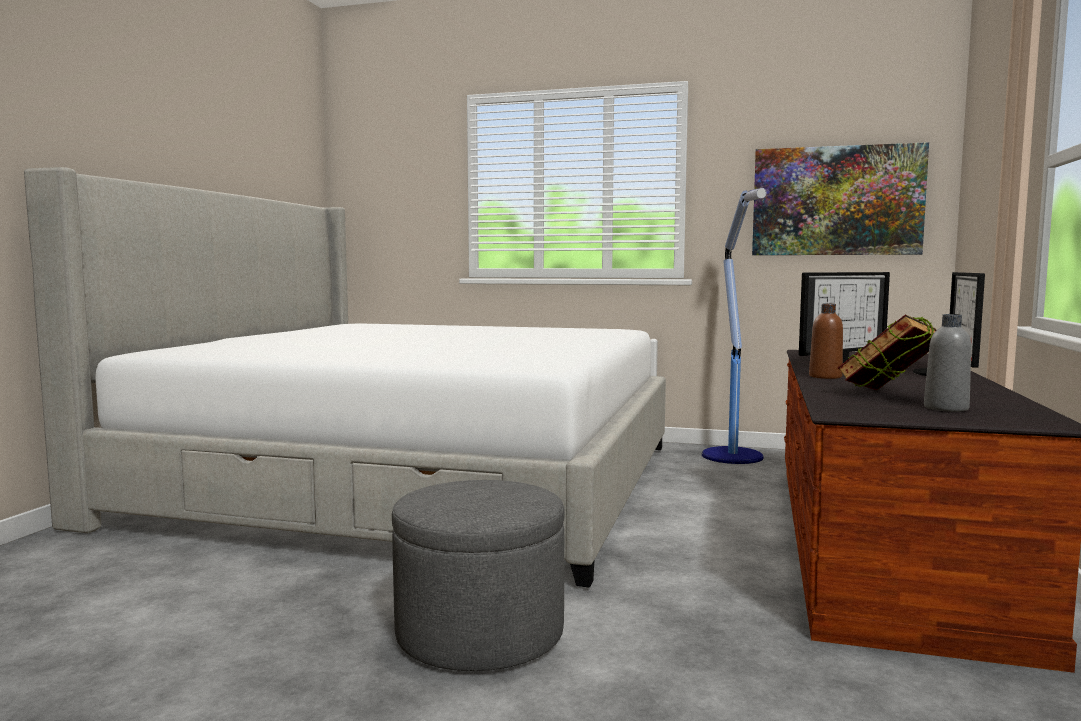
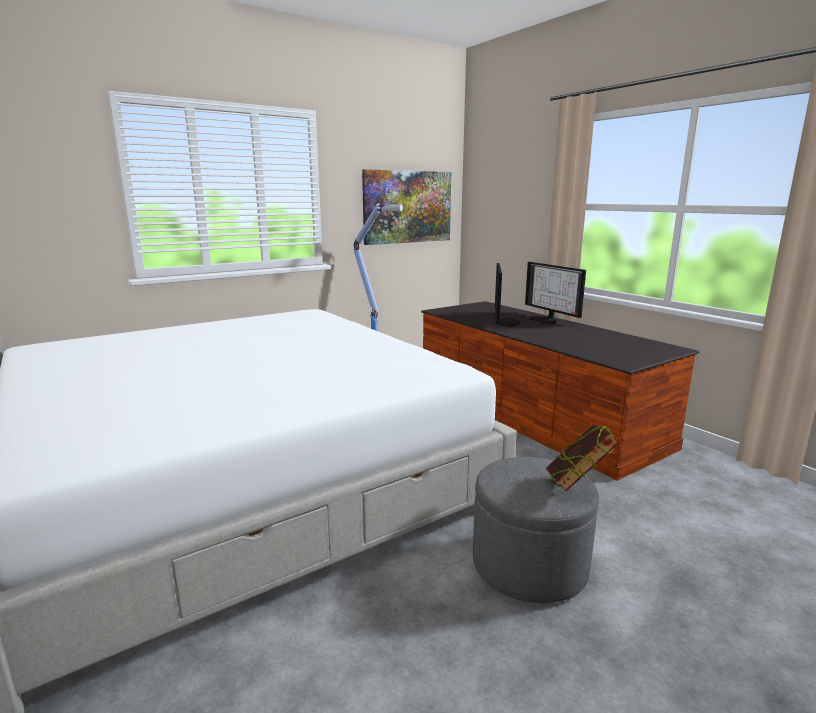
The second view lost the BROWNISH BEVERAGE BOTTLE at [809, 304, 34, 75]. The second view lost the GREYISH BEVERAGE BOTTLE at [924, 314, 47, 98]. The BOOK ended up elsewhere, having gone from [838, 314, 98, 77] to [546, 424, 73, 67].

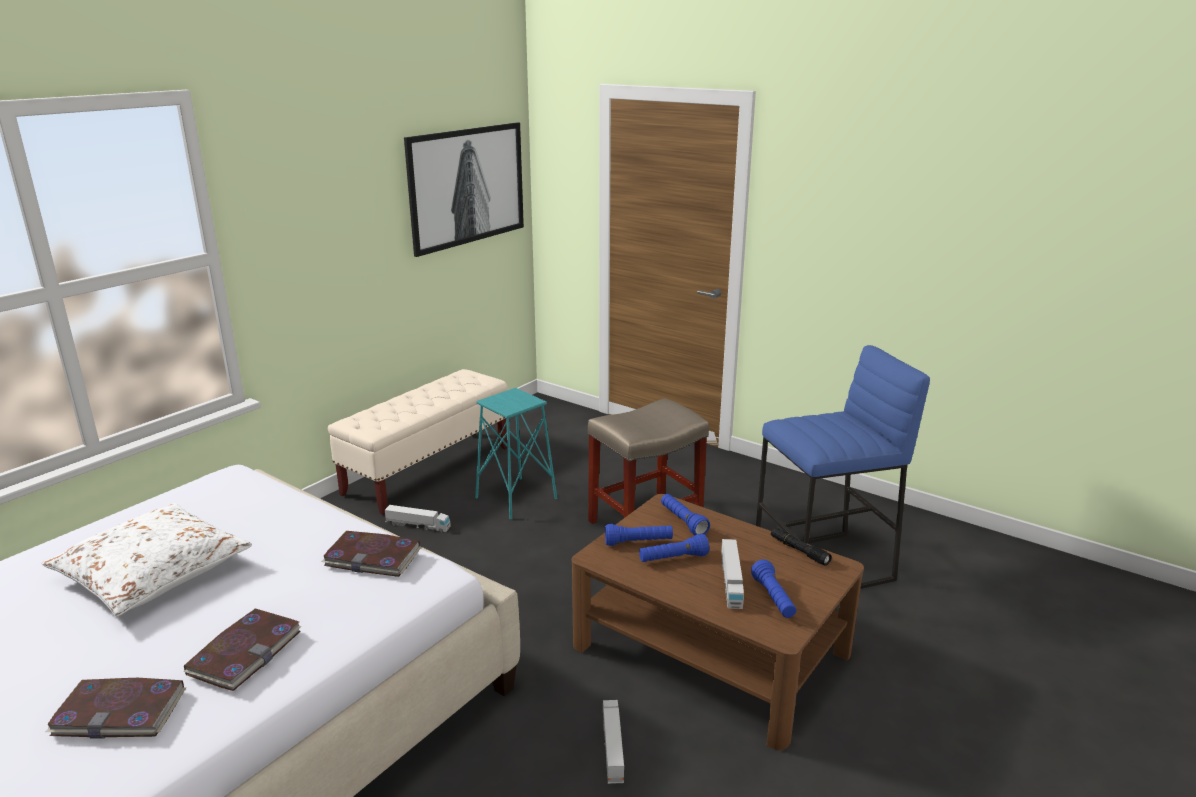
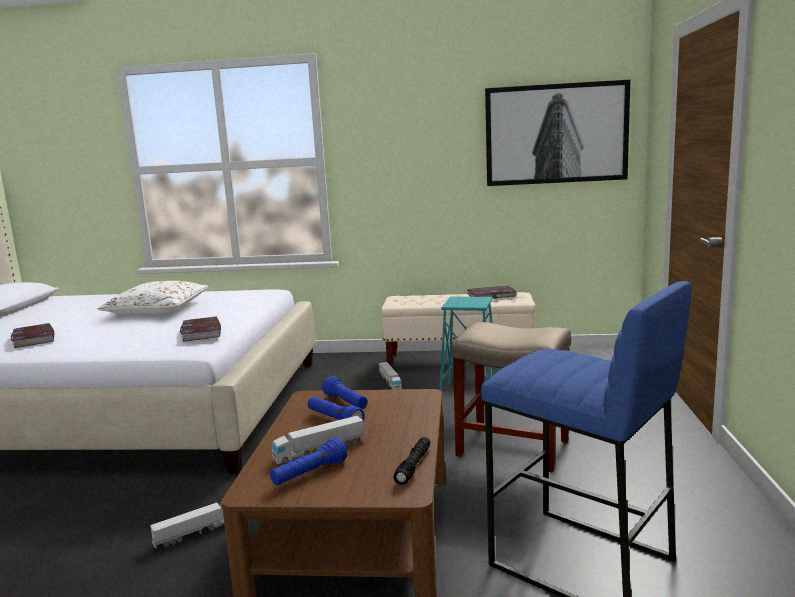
The second view lost the BLUE FLASHLIGHT at [661, 494, 49, 41]. The BOOK ended up elsewhere, having gone from [184, 609, 117, 82] to [467, 286, 51, 13].

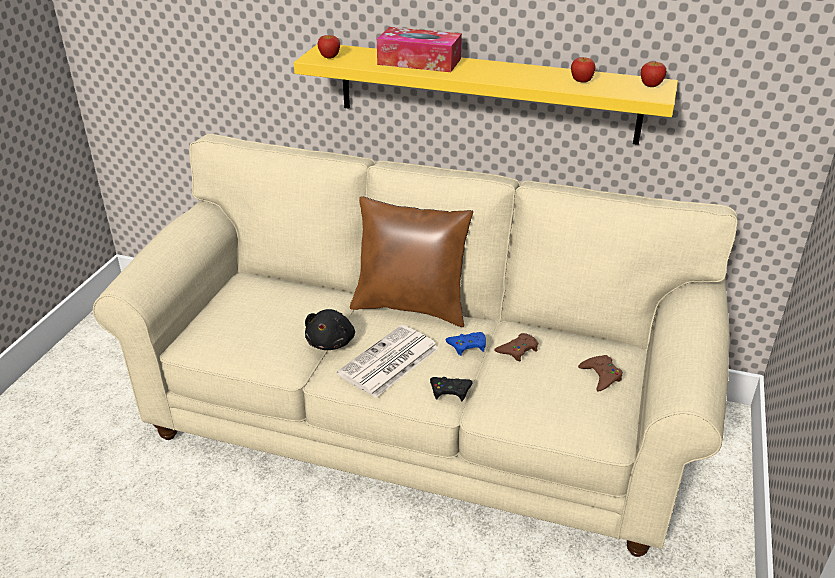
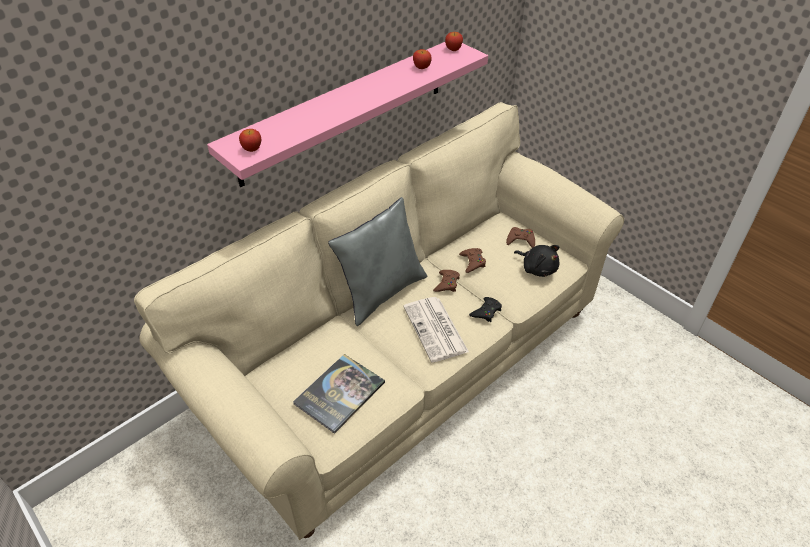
The second view lost the TISSUE BOX at [377, 27, 85, 45]. The second view gained the BOOK at [293, 354, 92, 80]. The BLACKISH SOFT TOY ended up elsewhere, having gone from [305, 309, 50, 41] to [514, 245, 45, 32]. What was the YELLOWISH BRACKET SHELF at [294, 45, 384, 100] turned into the PINKISH BRACKET SHELF at [207, 42, 281, 145]. What was the BROWNISH CUSHION at [350, 196, 123, 131] turned into the GREYISH CUSHION at [328, 197, 99, 129]. What was the BLUE GAMEPAD at [445, 332, 41, 24] turned into the BROWNISH GAMEPAD at [433, 270, 27, 22].

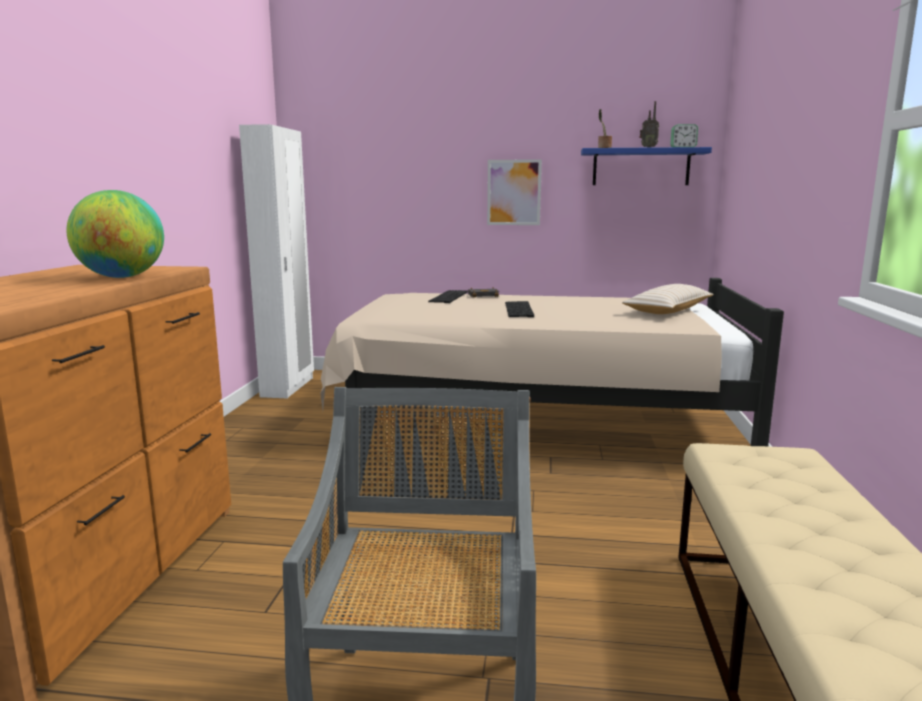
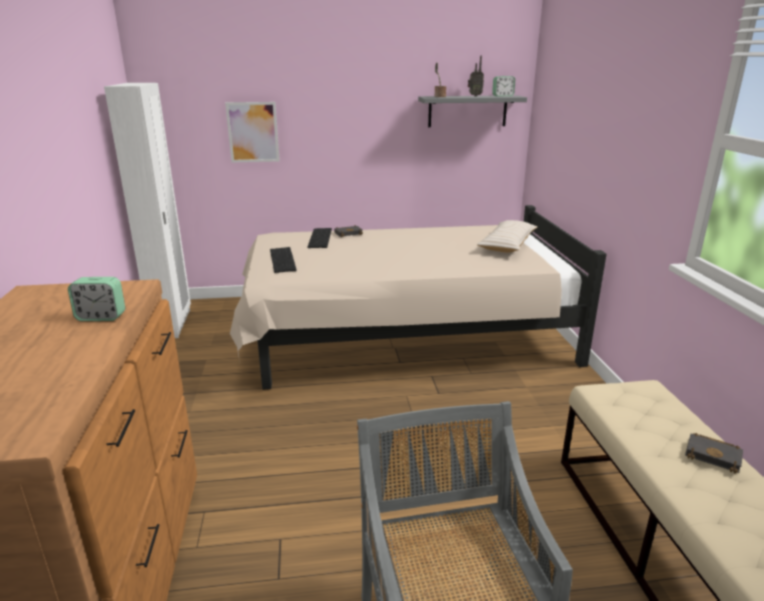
The second view gained the BLACKISH BOOK at [685, 433, 58, 41]. The WALL PICTURE ended up elsewhere, having gone from [487, 159, 55, 66] to [225, 102, 55, 60]. The COMPUTER KEYBOARD ended up elsewhere, having gone from [505, 301, 29, 16] to [270, 247, 27, 26]. Where the DESK GLOBE stood at [66, 190, 98, 88], the BEDSIDE CLOCK came to stand at [68, 277, 57, 44]. What was the BLUE BRACKET SHELF at [581, 147, 131, 38] turned into the GREYISH BRACKET SHELF at [418, 95, 109, 32].

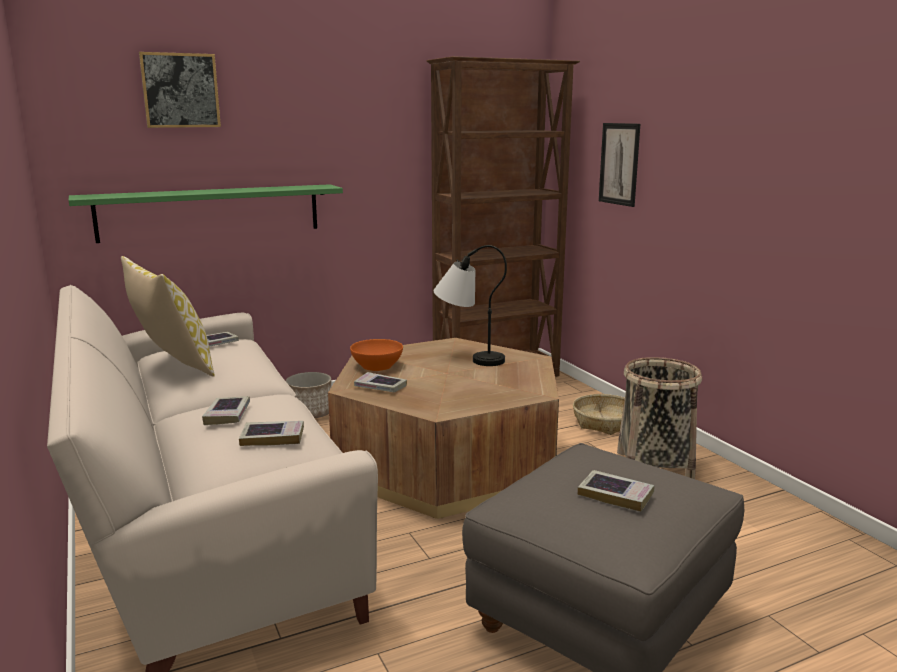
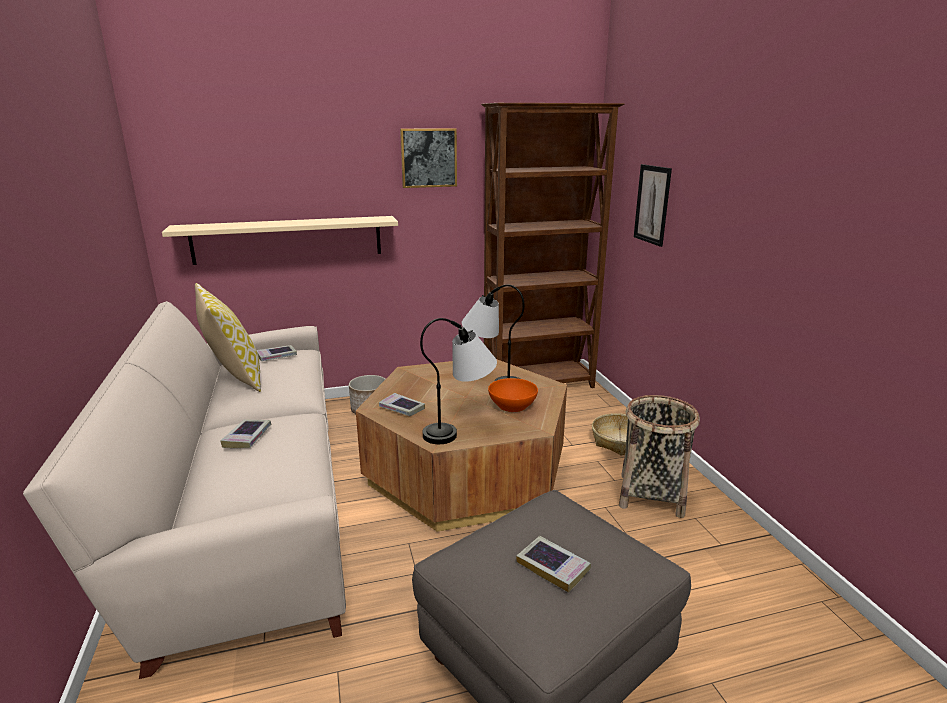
The second view lost the BOOK at [239, 421, 65, 25]. The second view gained the TABLE LAMP at [420, 318, 77, 126]. The WALL PICTURE ended up elsewhere, having gone from [139, 52, 82, 76] to [400, 128, 57, 60]. The ORANGE-COLOURED SERVING BOWL ended up elsewhere, having gone from [350, 339, 53, 32] to [488, 378, 50, 34]. What was the GREENISH BRACKET SHELF at [68, 184, 275, 59] turned into the SAND-COLOURED BRACKET SHELF at [162, 216, 236, 49].

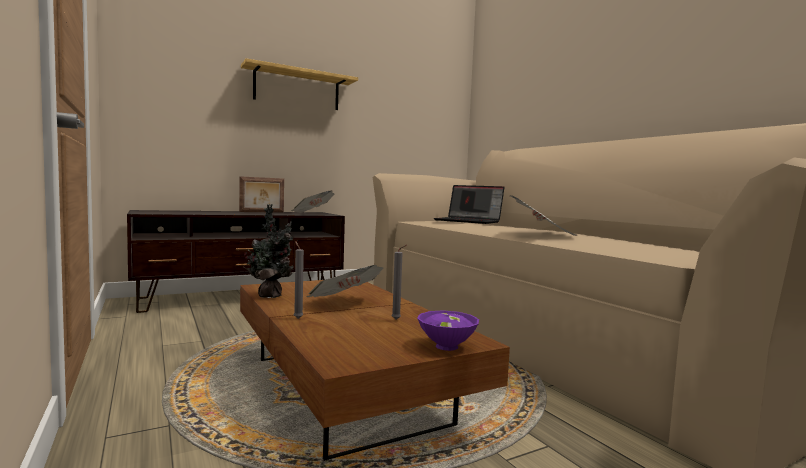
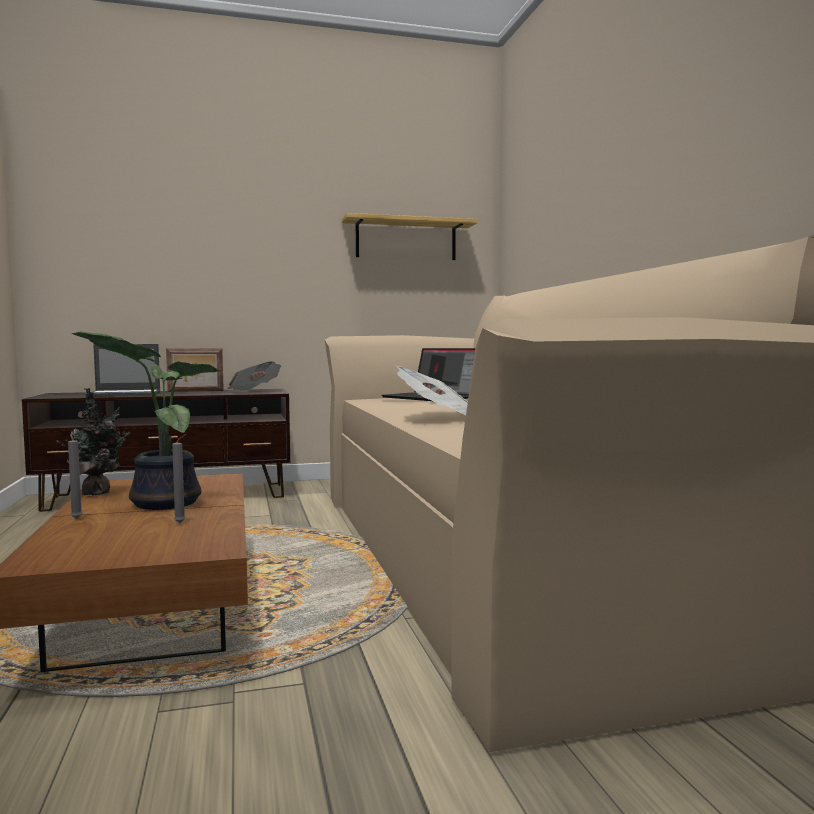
The second view lost the PURPLE-COLOURED SERVING BOWL at [417, 310, 62, 41]. The second view gained the LAPTOP at [91, 344, 69, 53]. The BRACKET SHELF ended up elsewhere, having gone from [241, 58, 117, 52] to [342, 213, 136, 47]. Where the DAILY PAPER stood at [306, 265, 78, 32], the POTTED PLANT came to stand at [71, 331, 150, 179].

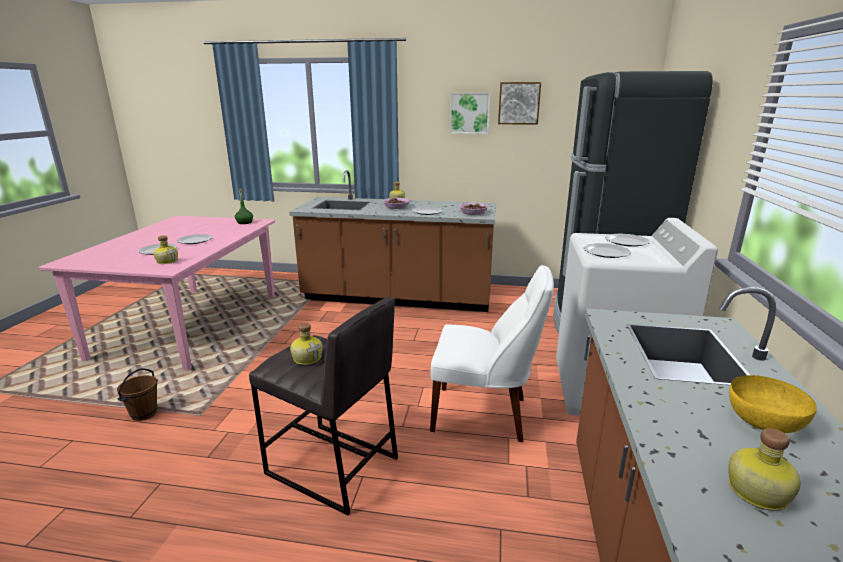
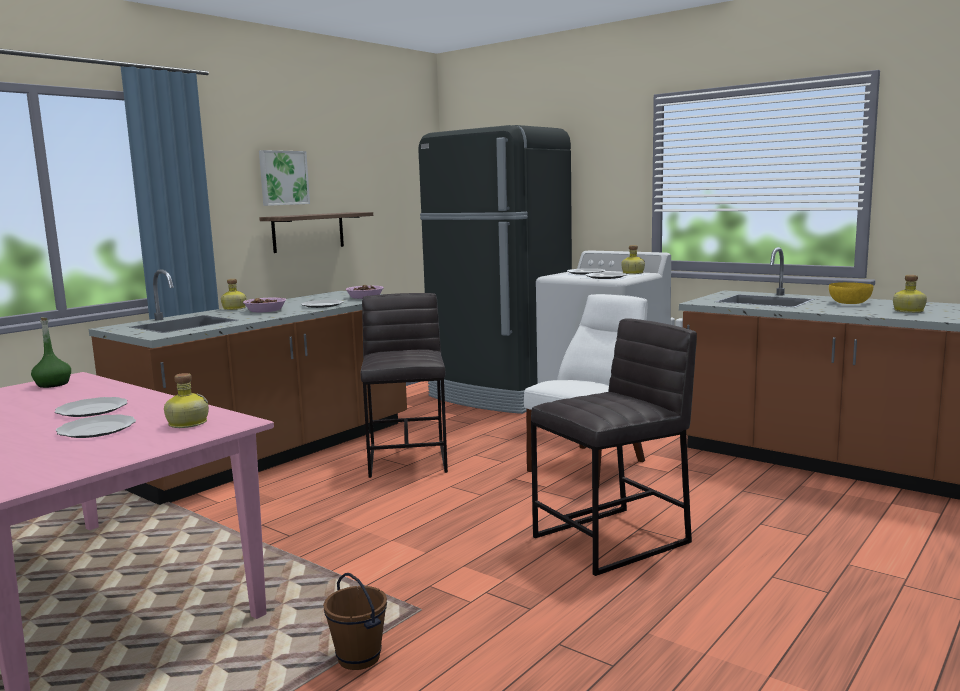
The second view lost the WALL PICTURE at [498, 82, 43, 43]. The second view gained the BRACKET SHELF at [259, 212, 114, 41]. The second view gained the GREYISH STOOL SEAT at [361, 293, 87, 185]. The BEVERAGE BOTTLE ended up elsewhere, having gone from [290, 323, 33, 42] to [621, 245, 24, 29].

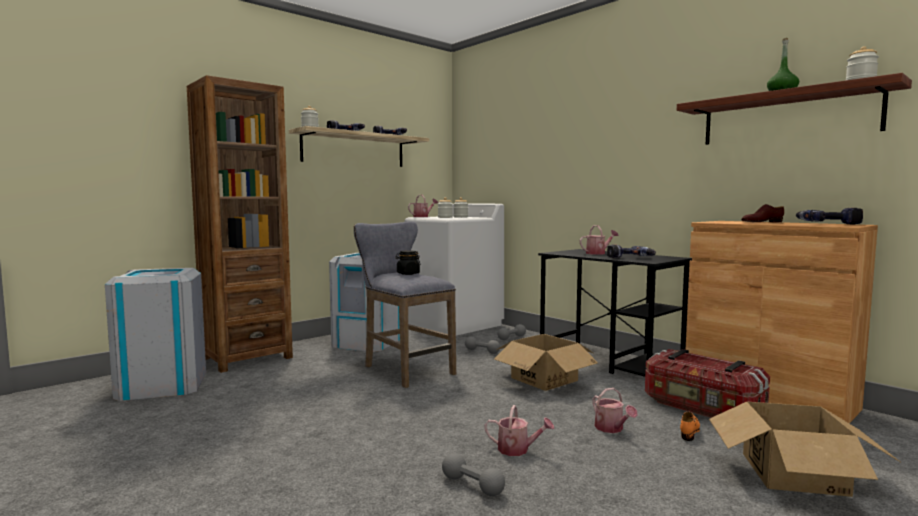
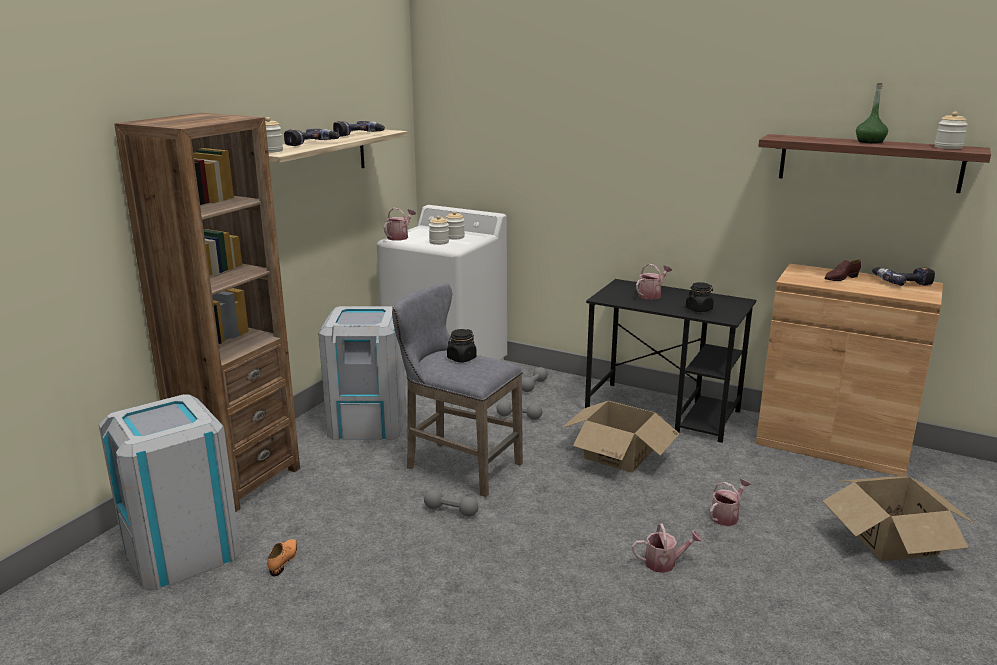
The second view lost the STORAGE BOX at [645, 349, 125, 69]. The GREYISH FREE WEIGHT ended up elsewhere, having gone from [442, 453, 63, 43] to [424, 489, 55, 28]. The ORANGE-COLOURED ITEM OF FOOTWEAR ended up elsewhere, having gone from [680, 412, 20, 29] to [267, 539, 30, 37]. Where the DRILL stood at [607, 244, 49, 14], the BLACKISH STORAGE JAR came to stand at [686, 282, 28, 30]. The WATERING CAN at [592, 388, 46, 45] ended up facing another way, 90 degrees counterclockwise from before.

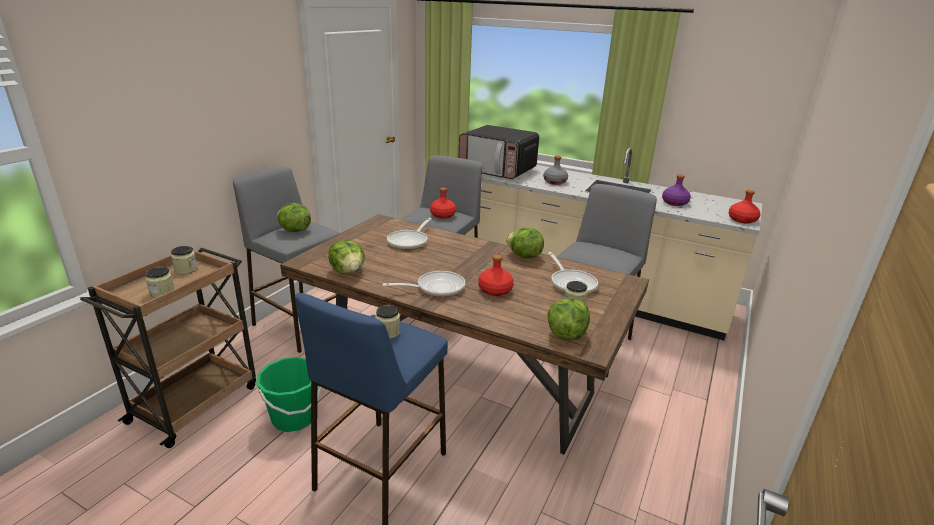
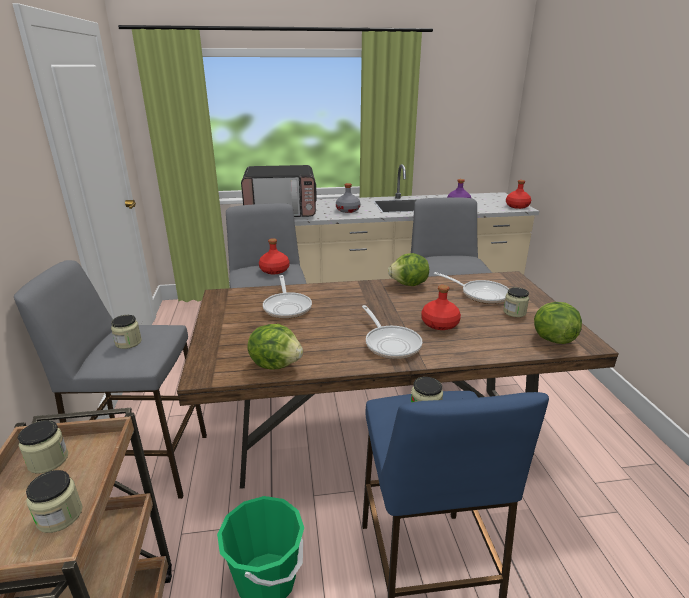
Where the LETTUCE HEAD stood at [277, 203, 34, 29], the STORAGE JAR came to stand at [111, 315, 31, 34]. The FRYING PAN at [382, 271, 83, 26] ended up facing another way, 120 degrees clockwise from before.

